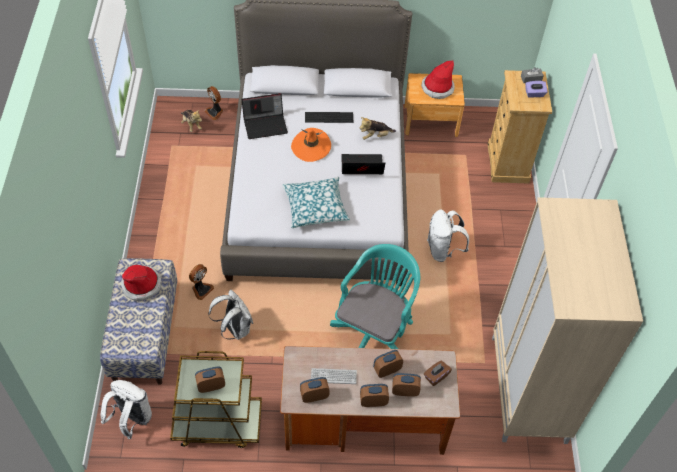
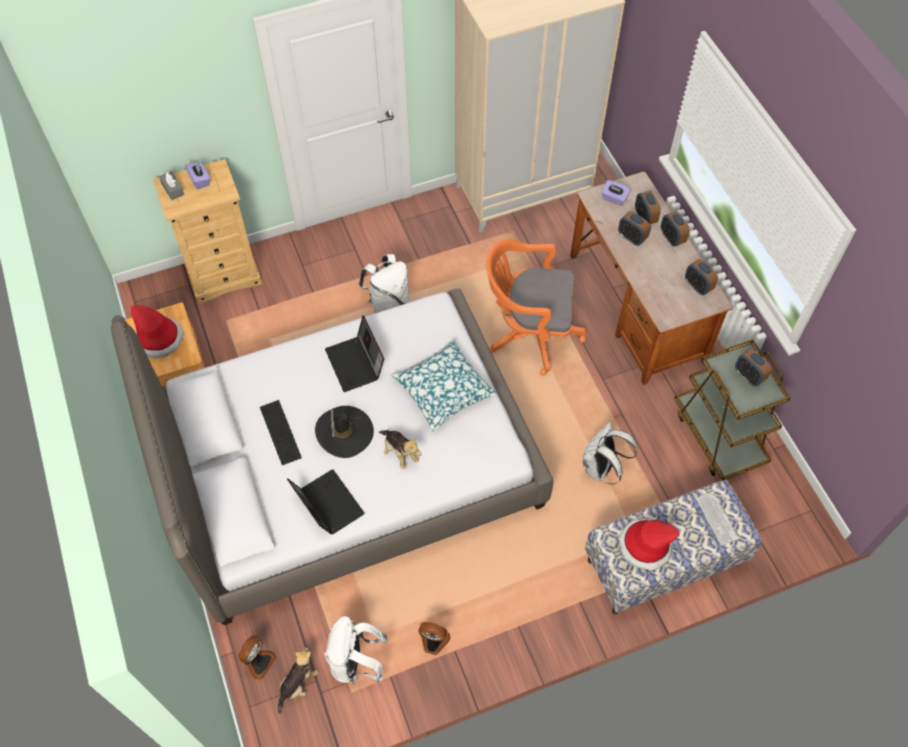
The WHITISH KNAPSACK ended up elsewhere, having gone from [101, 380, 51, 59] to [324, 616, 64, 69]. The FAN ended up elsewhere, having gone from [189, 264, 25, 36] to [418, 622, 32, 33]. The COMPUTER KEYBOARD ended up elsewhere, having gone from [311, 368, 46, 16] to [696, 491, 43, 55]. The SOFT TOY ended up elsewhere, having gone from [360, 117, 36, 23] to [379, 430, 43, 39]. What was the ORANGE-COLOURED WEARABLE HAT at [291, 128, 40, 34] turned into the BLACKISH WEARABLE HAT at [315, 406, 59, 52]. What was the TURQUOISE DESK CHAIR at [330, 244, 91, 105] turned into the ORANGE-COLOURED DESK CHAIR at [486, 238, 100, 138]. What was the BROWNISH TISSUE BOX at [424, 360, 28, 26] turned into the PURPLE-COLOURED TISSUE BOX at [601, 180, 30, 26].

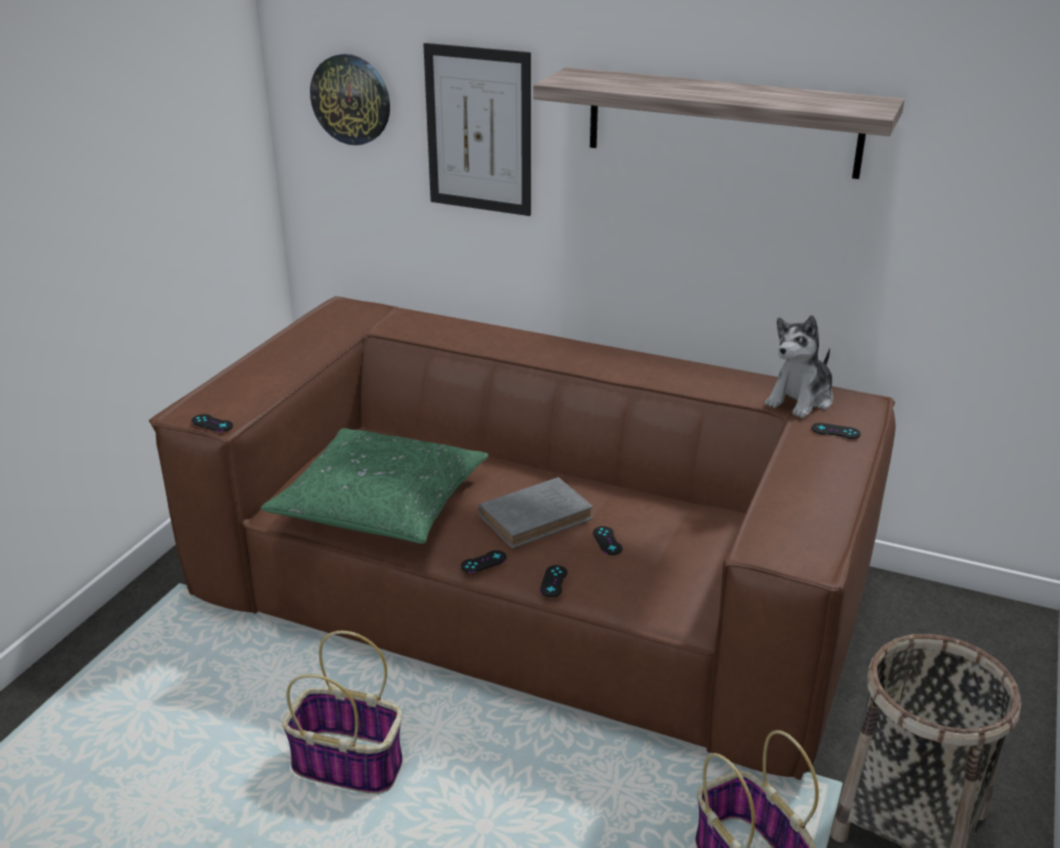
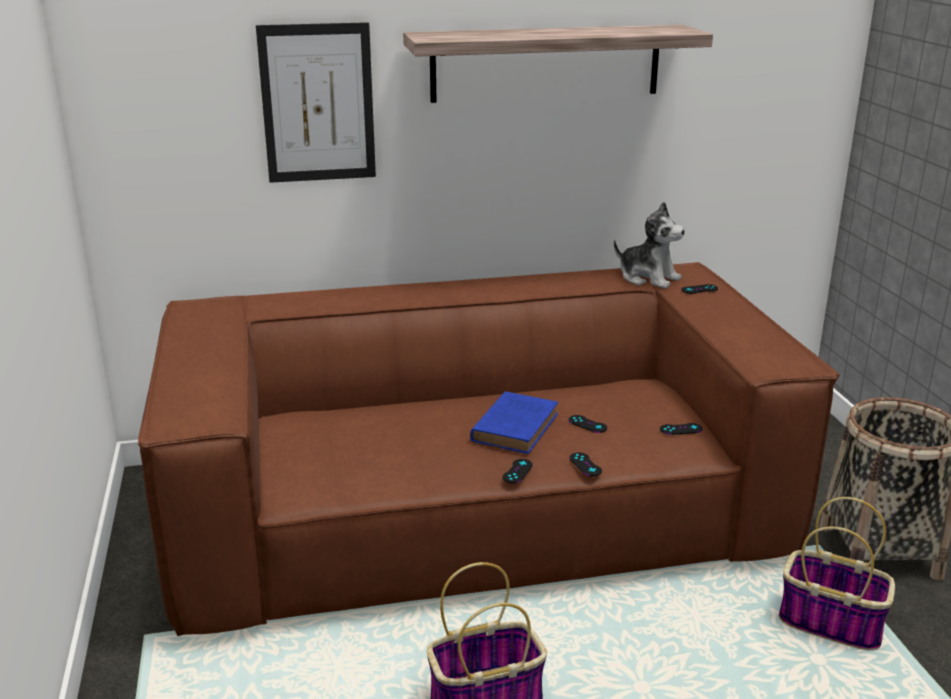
The second view lost the GREENISH CUSHION at [261, 428, 227, 116]. The second view lost the HANGING CLOCK at [310, 54, 80, 91]. The BLACKISH GAMEPAD ended up elsewhere, having gone from [191, 414, 42, 18] to [660, 423, 43, 12]. What was the GREYISH BOOK at [478, 477, 115, 71] turned into the BLUE BOOK at [470, 391, 88, 63]. The SOFT TOY at [765, 315, 68, 103] ended up facing another way, 60 degrees counterclockwise from before.

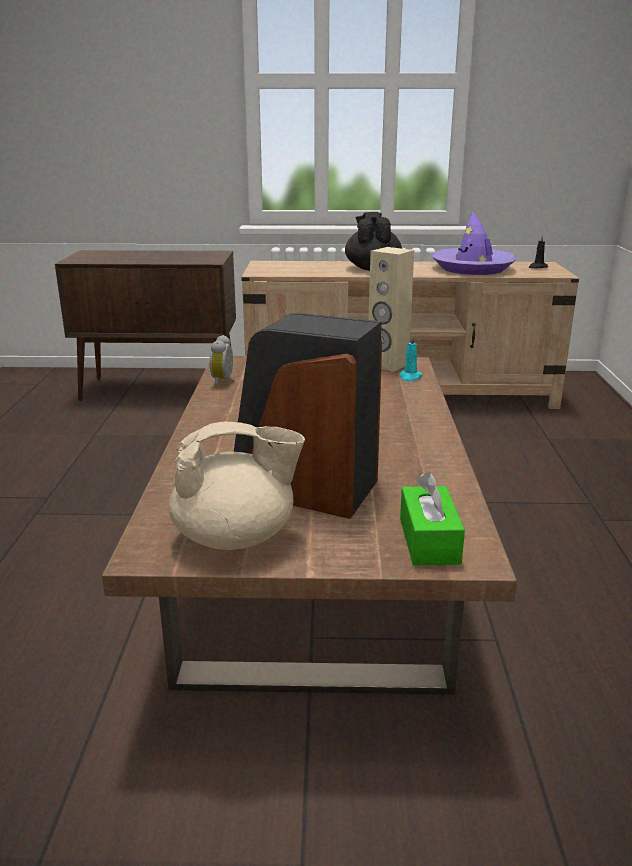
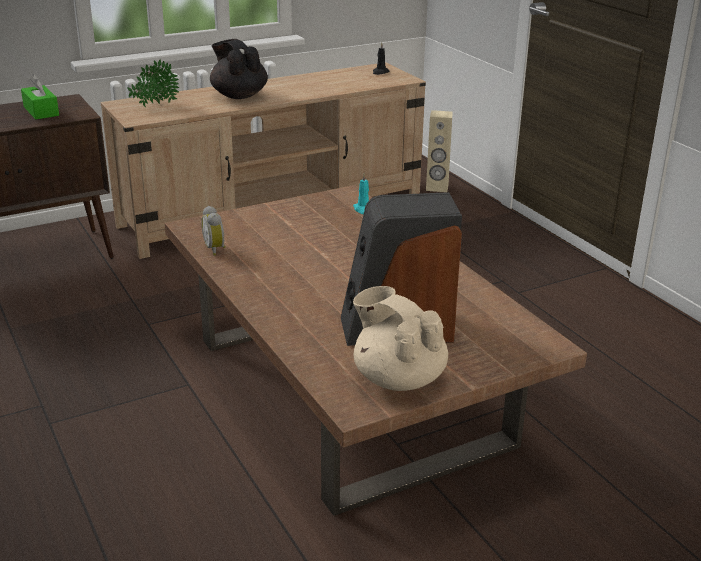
The second view lost the PURPLE-COLOURED WEARABLE HAT at [432, 211, 85, 64]. The second view gained the POTTED PLANT at [127, 59, 52, 48]. The SAND-COLOURED AUDIO SPEAKER ended up elsewhere, having gone from [369, 247, 45, 125] to [426, 110, 27, 82]. The GREENISH TISSUE BOX ended up elsewhere, having gone from [400, 472, 65, 93] to [21, 74, 38, 45]. The SAND-COLOURED TEA POT at [169, 422, 136, 128] ended up facing another way, 90 degrees counterclockwise from before.

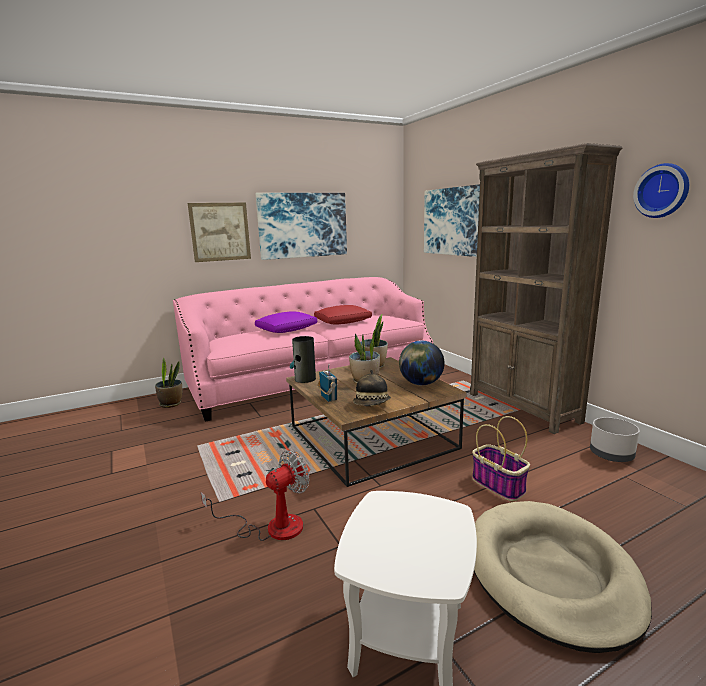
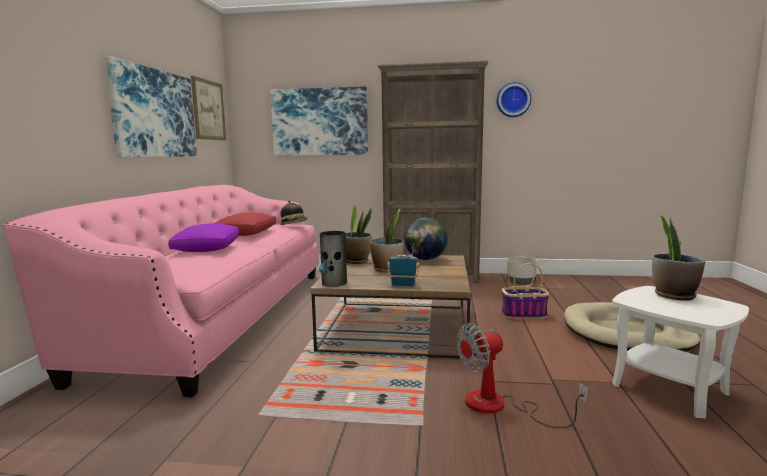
The POTTED PLANT ended up elsewhere, having gone from [155, 357, 27, 51] to [652, 215, 53, 86]. The WALL PICTURE ended up elsewhere, having gone from [188, 203, 63, 59] to [191, 76, 35, 64]. The WEARABLE HAT ended up elsewhere, having gone from [353, 370, 38, 36] to [280, 200, 27, 25]. The FAN at [201, 450, 109, 91] ended up facing another way, 105 degrees counterclockwise from before.

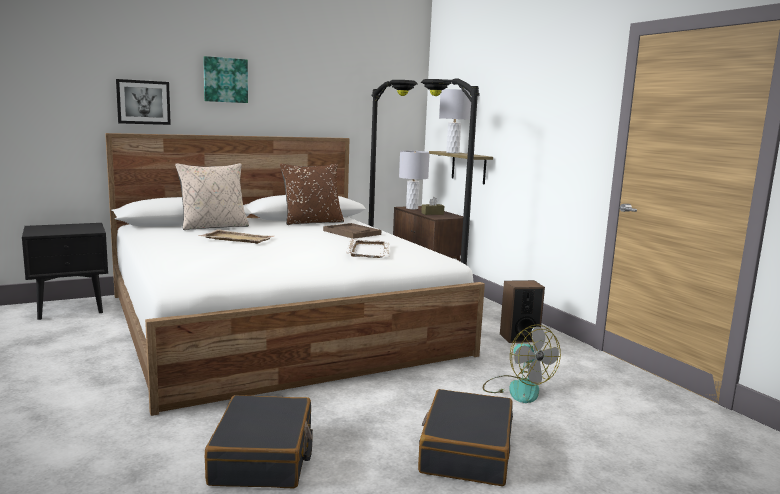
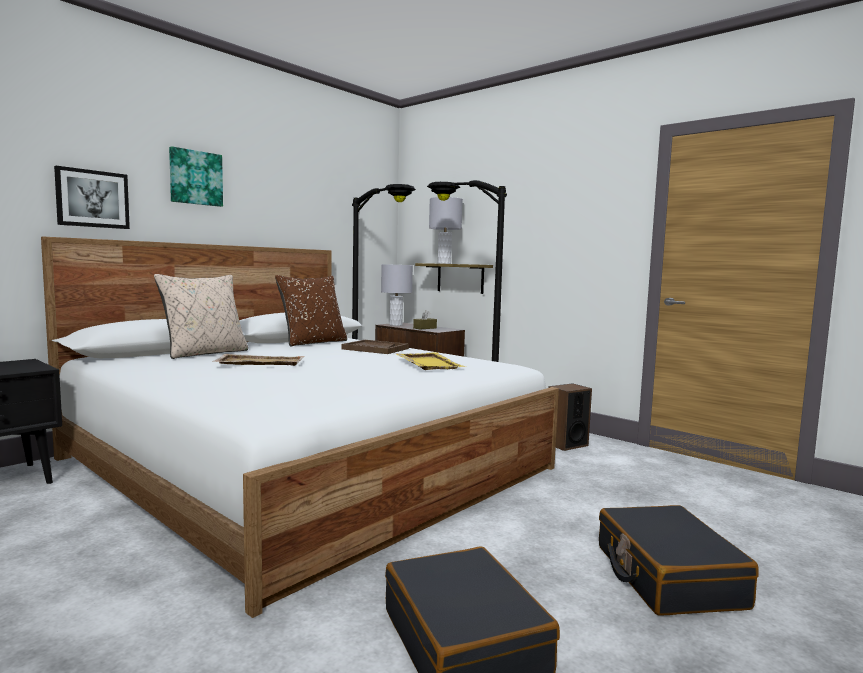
The second view lost the FAN at [483, 325, 78, 78]. What was the WHITISH TRAY at [346, 239, 44, 19] turned into the YELLOWISH TRAY at [395, 352, 72, 18].

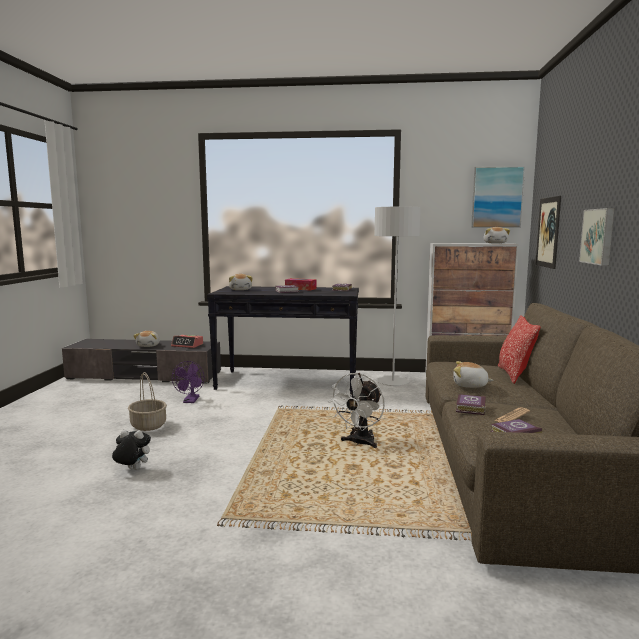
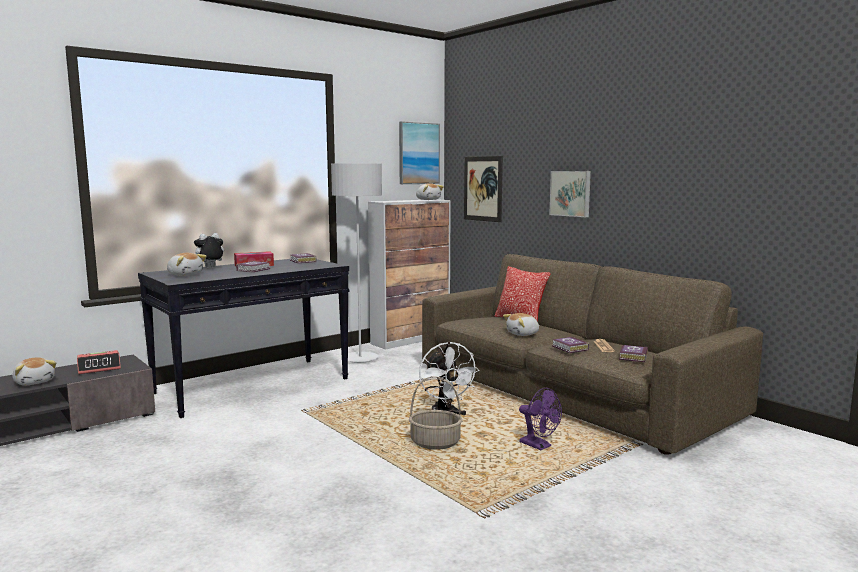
The SOFT TOY ended up elsewhere, having gone from [112, 430, 39, 40] to [194, 233, 30, 35]. The BASKET ended up elsewhere, having gone from [128, 372, 39, 59] to [409, 376, 53, 74]. The PURPLE-COLOURED FAN ended up elsewhere, having gone from [172, 361, 33, 42] to [519, 388, 43, 62].

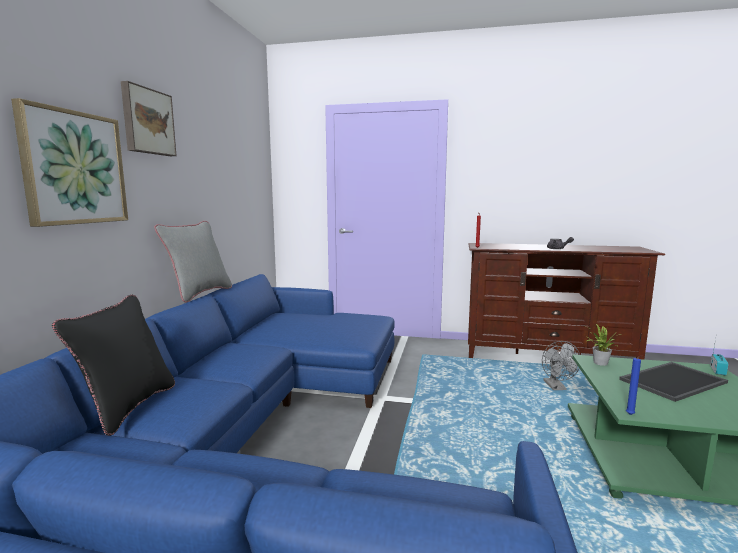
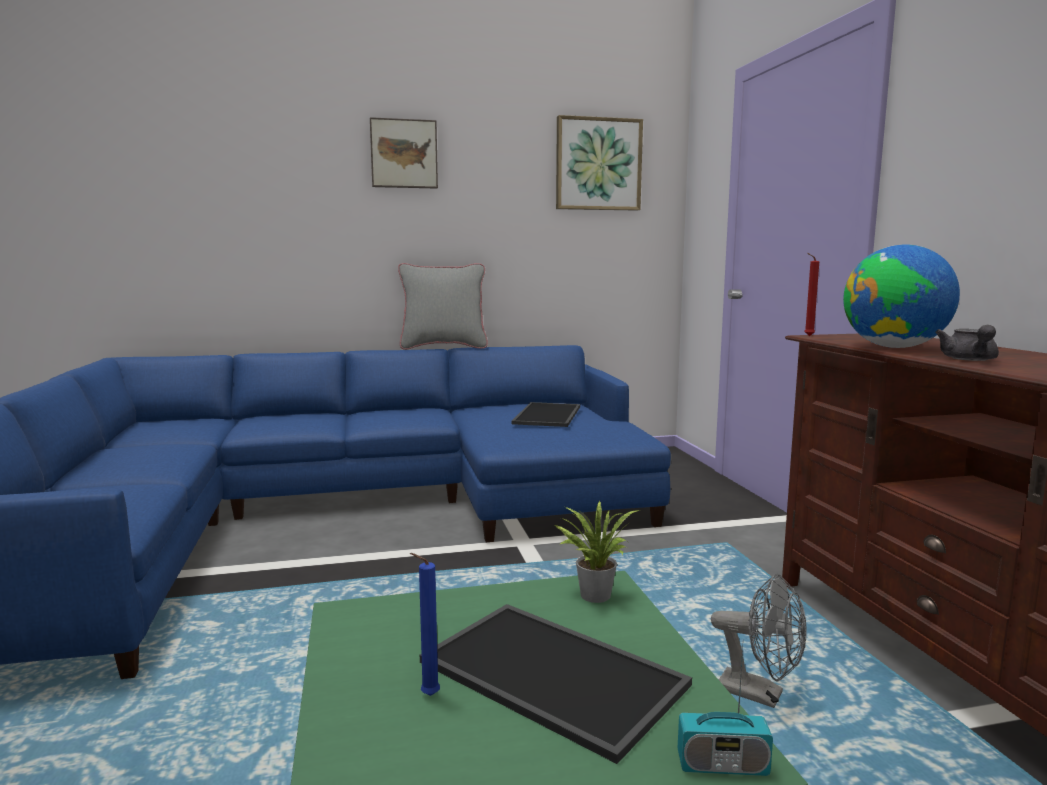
The second view lost the BLACKISH CUSHION at [52, 295, 123, 141]. The second view gained the TRAY at [511, 402, 69, 25]. The second view gained the DESK GLOBE at [843, 245, 117, 103]. The WALL PICTURE ended up elsewhere, having gone from [11, 98, 117, 129] to [556, 115, 87, 96]. The BLUE CANDLE ended up elsewhere, having gone from [626, 355, 16, 60] to [410, 553, 30, 143]. The GREYISH FAN at [542, 341, 38, 49] ended up facing another way, 120 degrees counterclockwise from before.

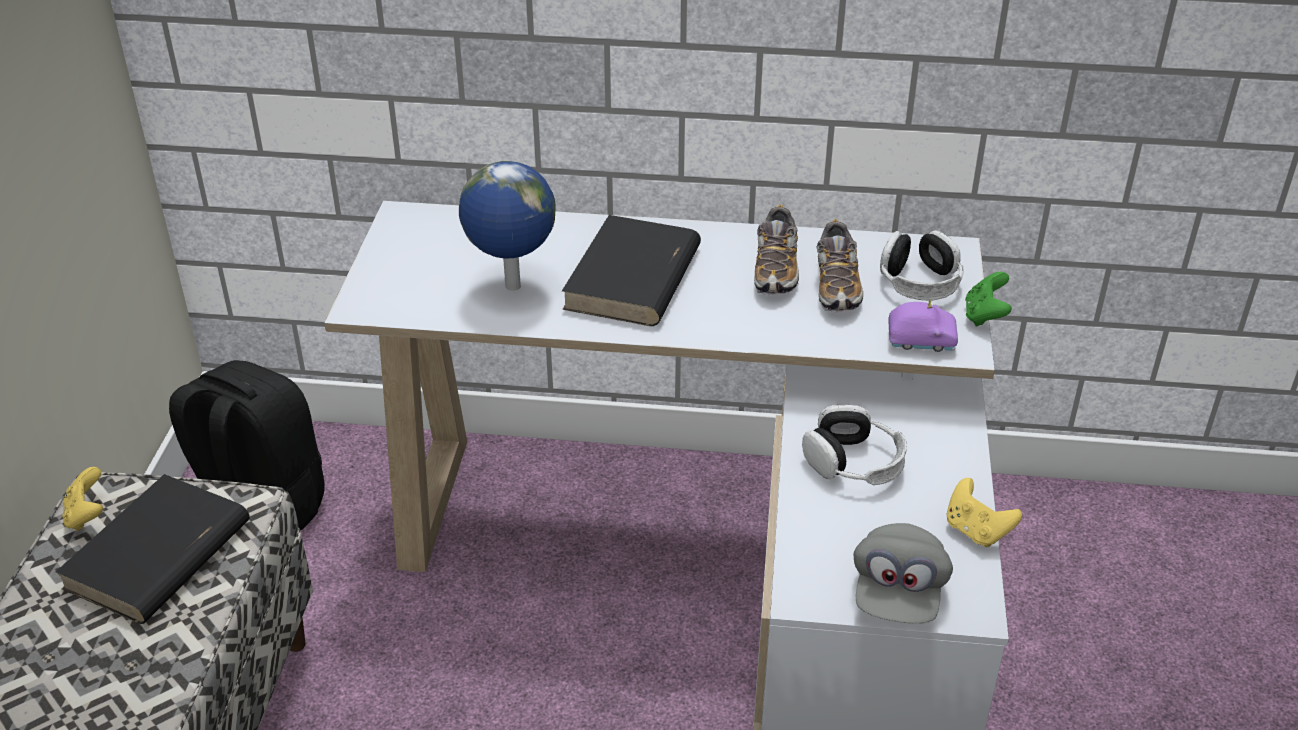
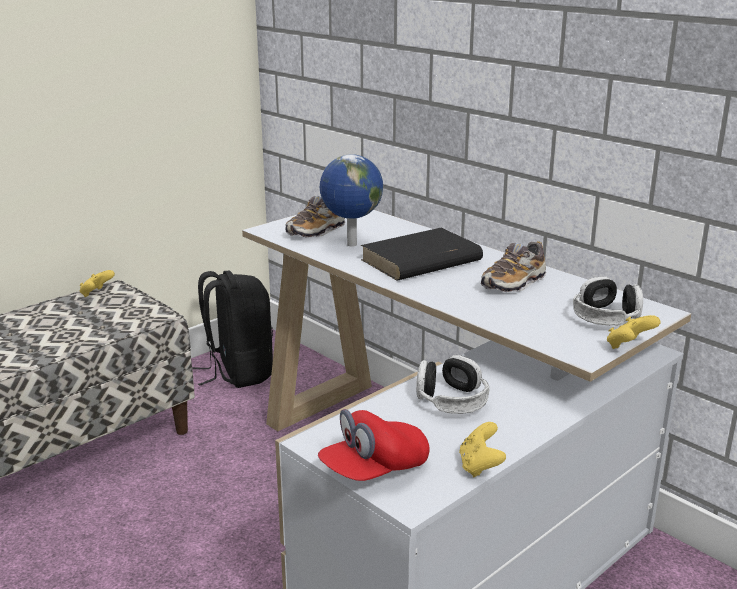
The second view lost the BLACKISH BOOK at [55, 474, 195, 150]. The second view lost the PURPLE-COLOURED TOY CAR at [888, 299, 70, 53]. The ITEM OF FOOTWEAR ended up elsewhere, having gone from [817, 219, 46, 94] to [285, 196, 61, 42]. What was the GREYISH CAP at [854, 523, 99, 101] turned into the REDDISH CAP at [318, 409, 111, 72]. What was the GREENISH GAMEPAD at [965, 271, 47, 56] turned into the YELLOWISH GAMEPAD at [607, 315, 54, 34].

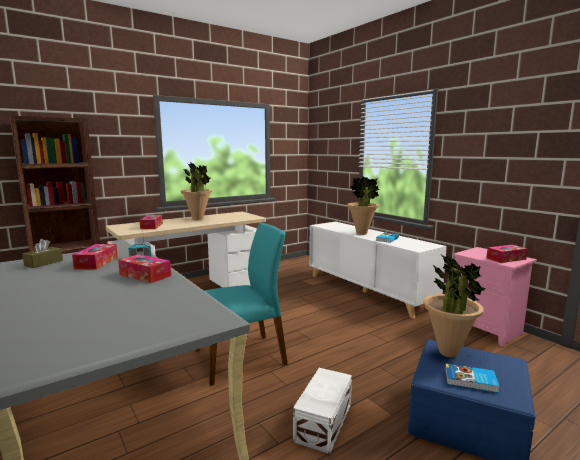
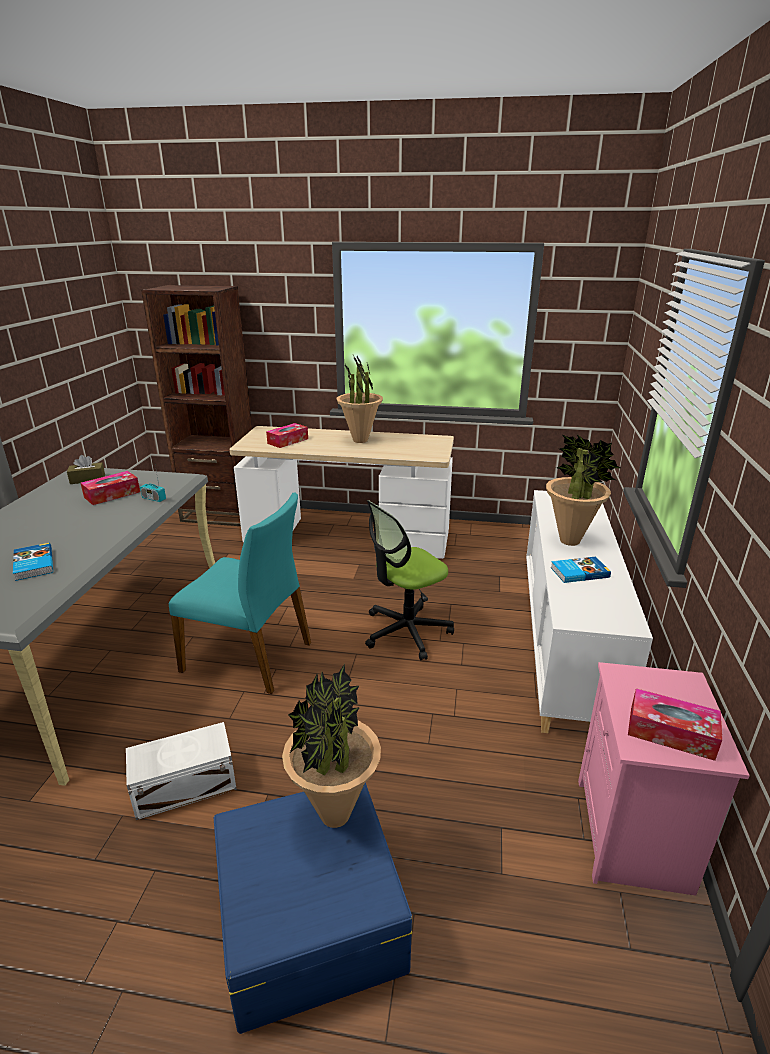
The second view lost the TISSUE BOX at [118, 254, 53, 29]. The second view gained the DESK CHAIR at [365, 500, 89, 160]. The BOOK ended up elsewhere, having gone from [445, 363, 55, 30] to [13, 543, 40, 38].

